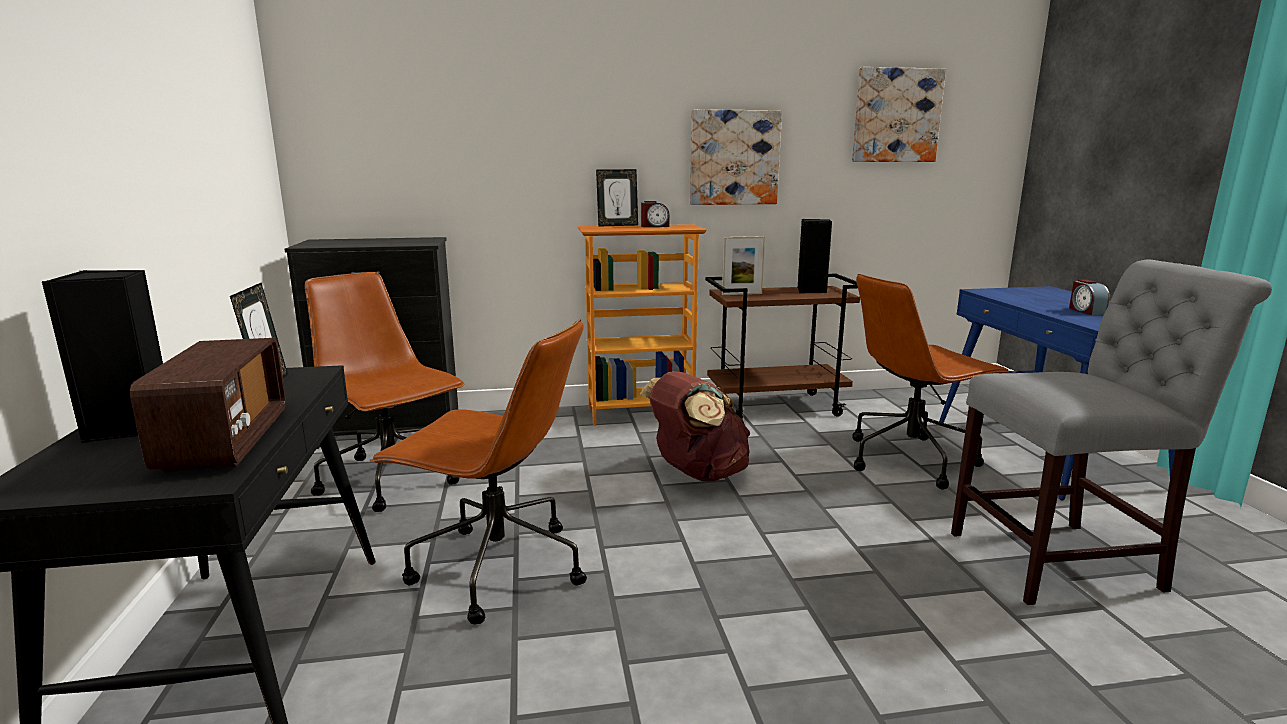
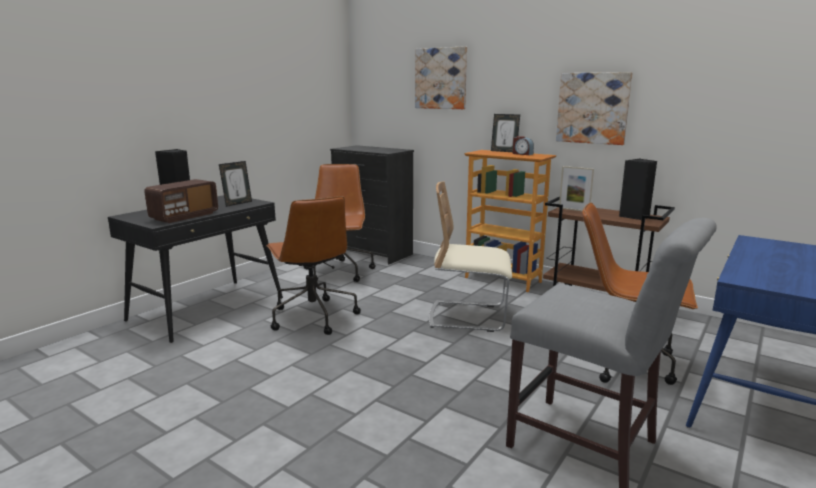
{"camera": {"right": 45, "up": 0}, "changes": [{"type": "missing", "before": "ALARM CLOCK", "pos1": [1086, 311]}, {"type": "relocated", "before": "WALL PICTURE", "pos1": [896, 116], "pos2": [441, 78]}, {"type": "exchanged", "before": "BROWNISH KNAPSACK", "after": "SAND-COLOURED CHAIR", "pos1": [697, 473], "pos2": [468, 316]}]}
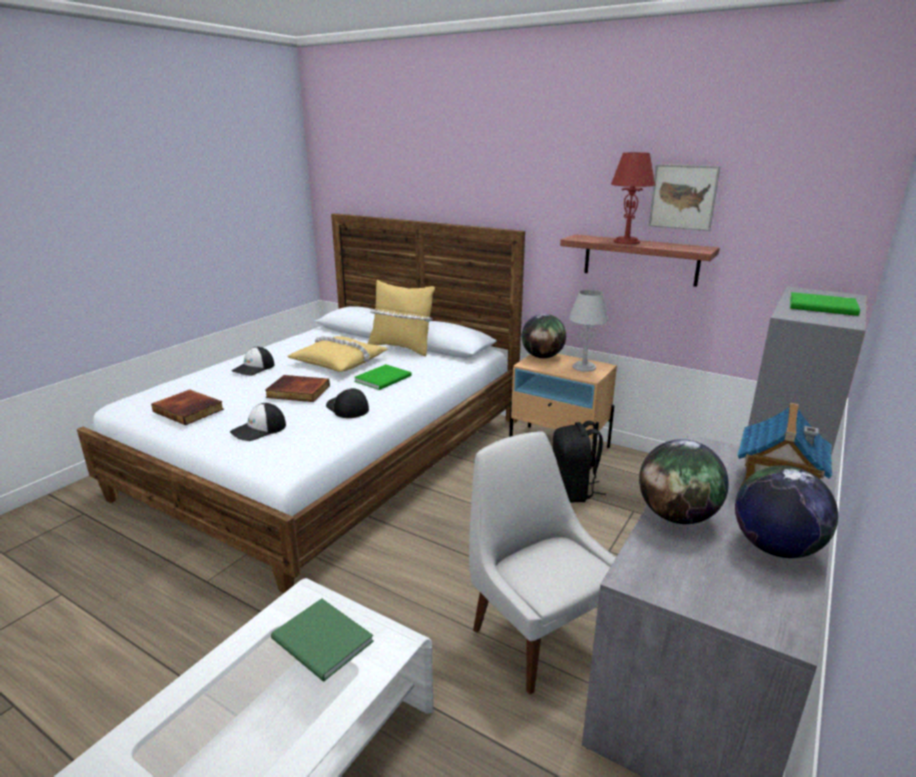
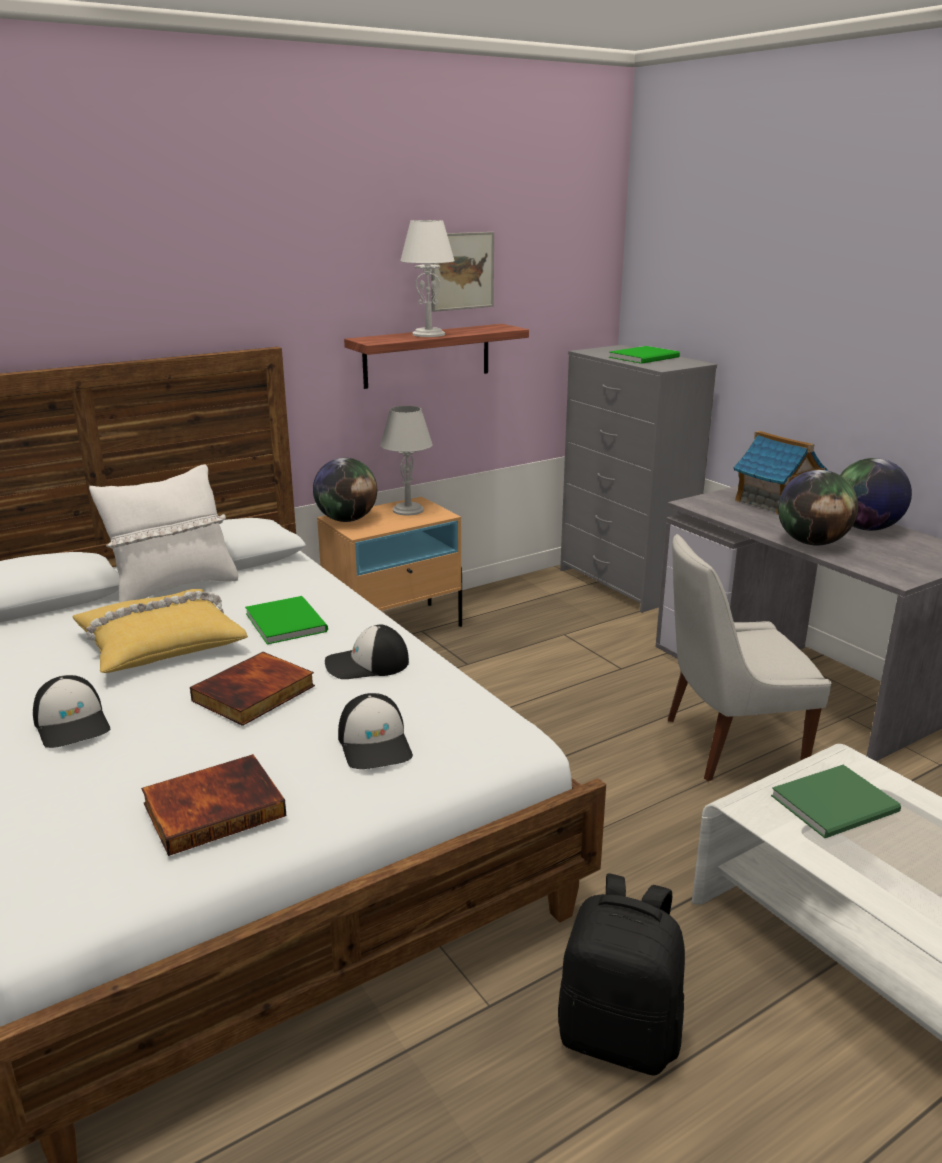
{"camera": {"right": -65, "up": 0}, "changes": [{"type": "relocated", "before": "BLACKISH KNAPSACK", "pos1": [573, 491], "pos2": [619, 1035]}, {"type": "colour", "before": "YELLOW-COLOURED THROW PILLOW", "after": "WHITE THROW PILLOW", "pos1": [401, 348], "pos2": [174, 589]}, {"type": "colour", "before": "RED TABLE LAMP", "after": "WHITE TABLE LAMP", "pos1": [626, 242], "pos2": [428, 334]}]}
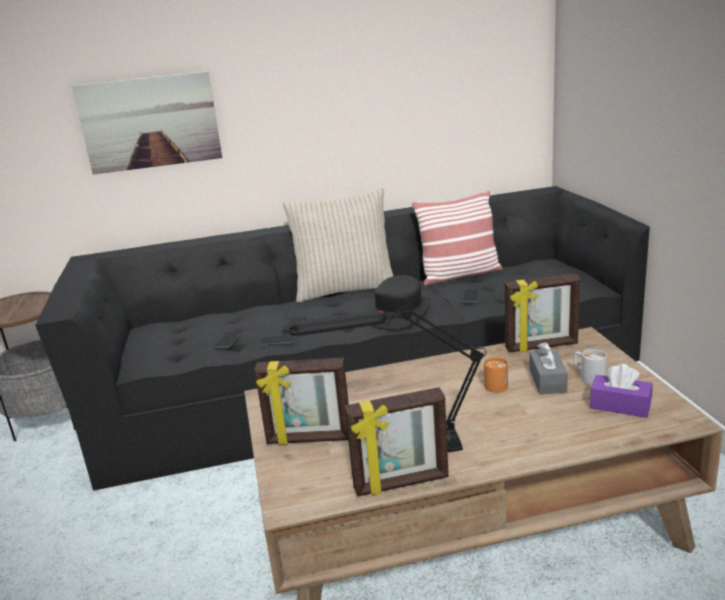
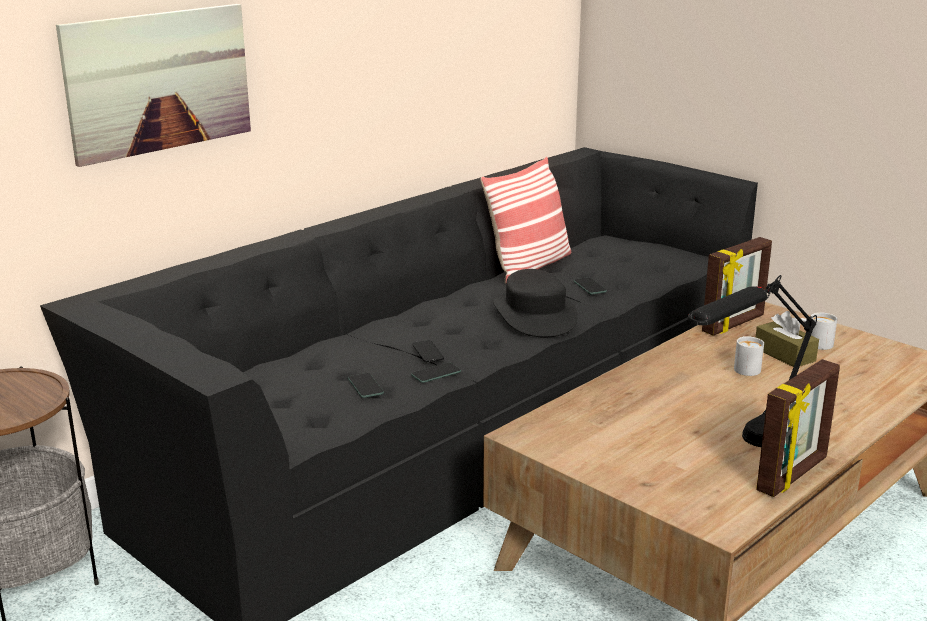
{"camera": {"right": -35, "up": 0}, "changes": [{"type": "missing", "before": "STANDING FRAME", "pos1": [309, 440]}, {"type": "missing", "before": "SAND-COLOURED THROW PILLOW", "pos1": [345, 289]}, {"type": "missing", "before": "PURPLISH TISSUE HOLDER", "pos1": [620, 405]}, {"type": "colour", "before": "ORANGE COFFEE MUG", "after": "WHITE COFFEE MUG", "pos1": [498, 384], "pos2": [745, 367]}, {"type": "colour", "before": "GREYISH TISSUE HOLDER", "after": "BROWNISH TISSUE HOLDER", "pos1": [547, 380], "pos2": [784, 354]}]}
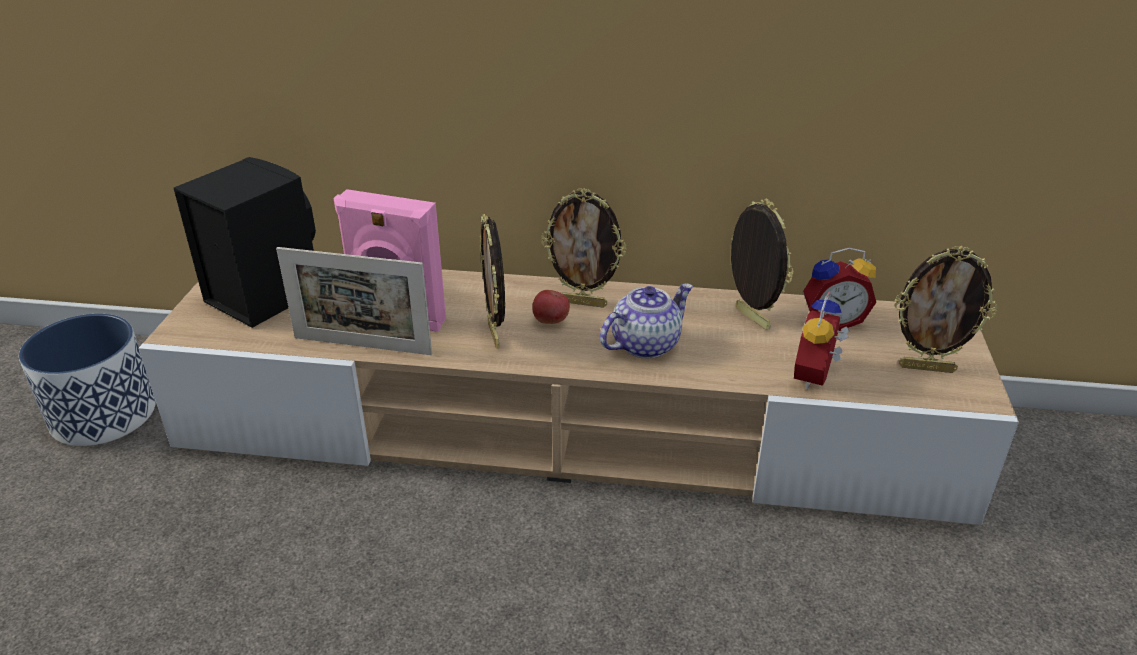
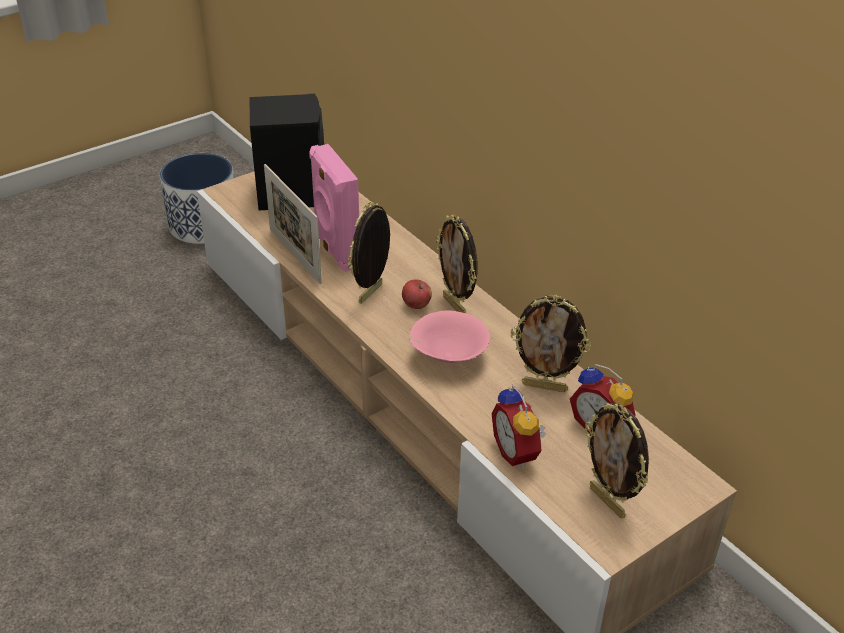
{"camera": {"right": 45, "up": 5}, "changes": [{"type": "exchanged", "before": "POT FOR TEA", "after": "PINK-COLOURED DEEP DISH", "pos1": [645, 344], "pos2": [447, 357]}, {"type": "spun", "before": "STANDING FRAME", "pos1": [750, 319], "pos2": [545, 386], "turn": 90}, {"type": "spun", "before": "ALARM CLOCK", "pos1": [817, 377], "pos2": [518, 452], "turn": -90}]}
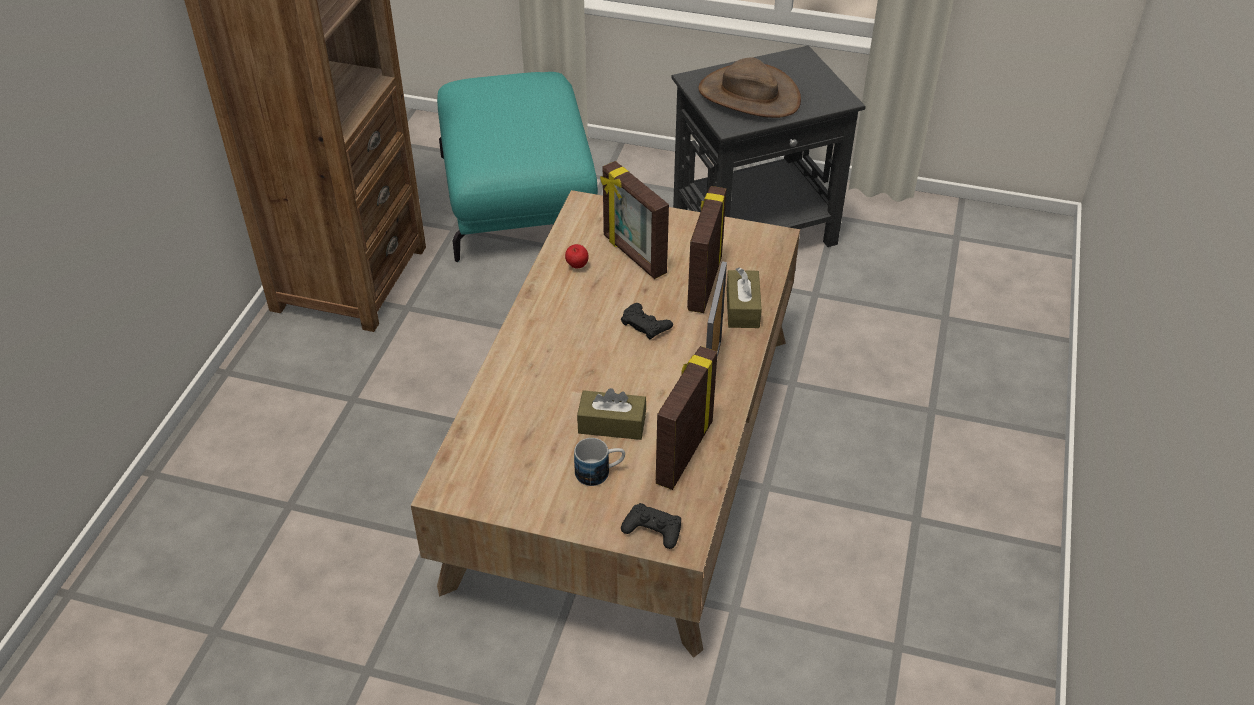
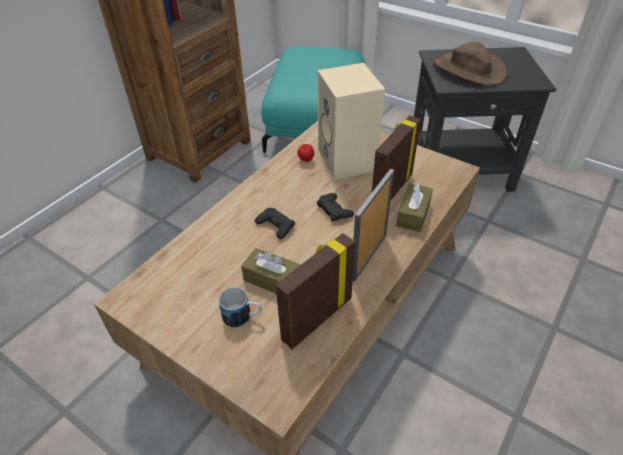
{"camera": {"right": 20, "up": 0}, "changes": [{"type": "relocated", "before": "BLACKISH GAMEPAD", "pos1": [652, 529], "pos2": [275, 226]}, {"type": "exchanged", "before": "STANDING FRAME", "after": "SAND-COLOURED LOUDSPEAKER", "pos1": [633, 255], "pos2": [348, 161]}]}
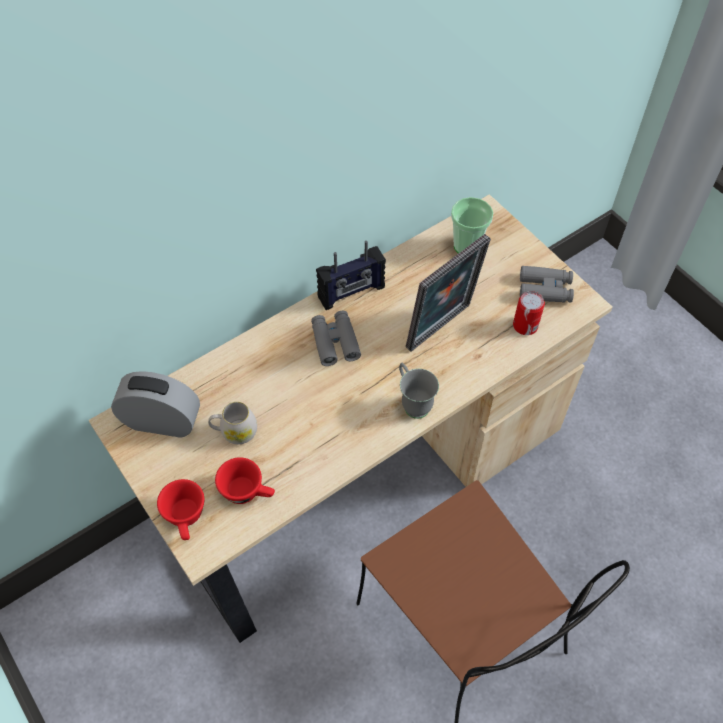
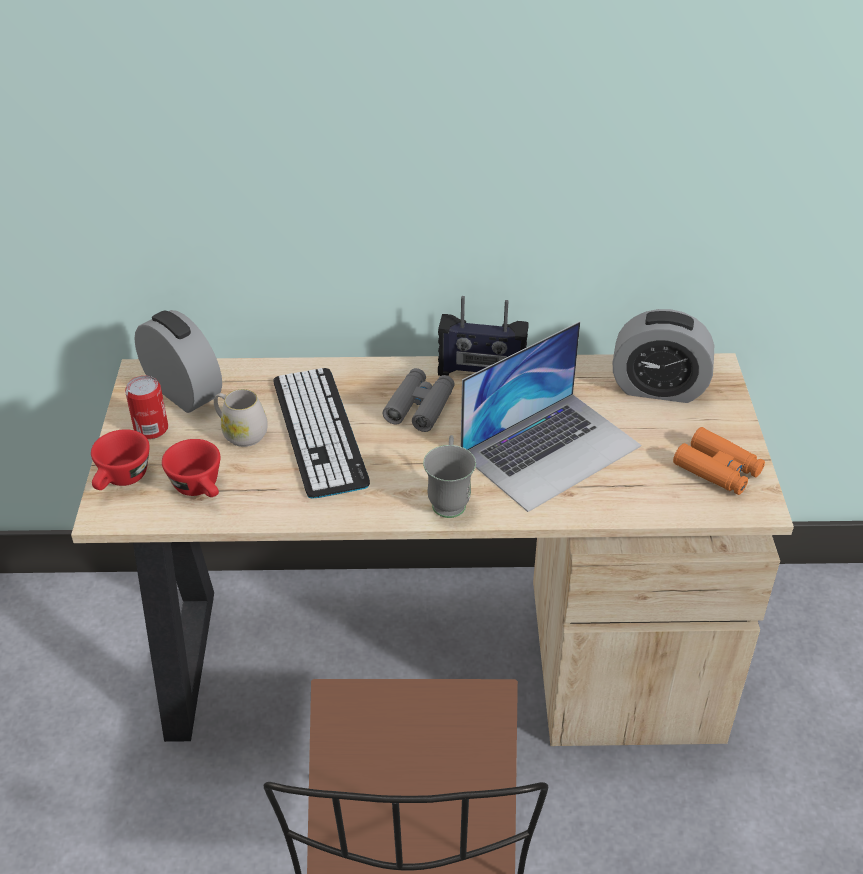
{"camera": {"right": 35, "up": -15}, "changes": [{"type": "appeared", "after": "PC KEYBOARD", "pos2": [319, 431]}, {"type": "relocated", "before": "METAL CAN", "pos1": [525, 325], "pos2": [151, 429]}, {"type": "exchanged", "before": "STANDING FRAME", "after": "PORTABLE COMPUTER", "pos1": [442, 329], "pos2": [551, 449]}, {"type": "exchanged", "before": "DRINKING CUP", "after": "ALARM CLOCK", "pos1": [467, 246], "pos2": [658, 388]}, {"type": "colour", "before": "GREYISH PAIR OF BINOCULARS", "after": "ORANGE PAIR OF BINOCULARS", "pos1": [545, 289], "pos2": [717, 469]}]}
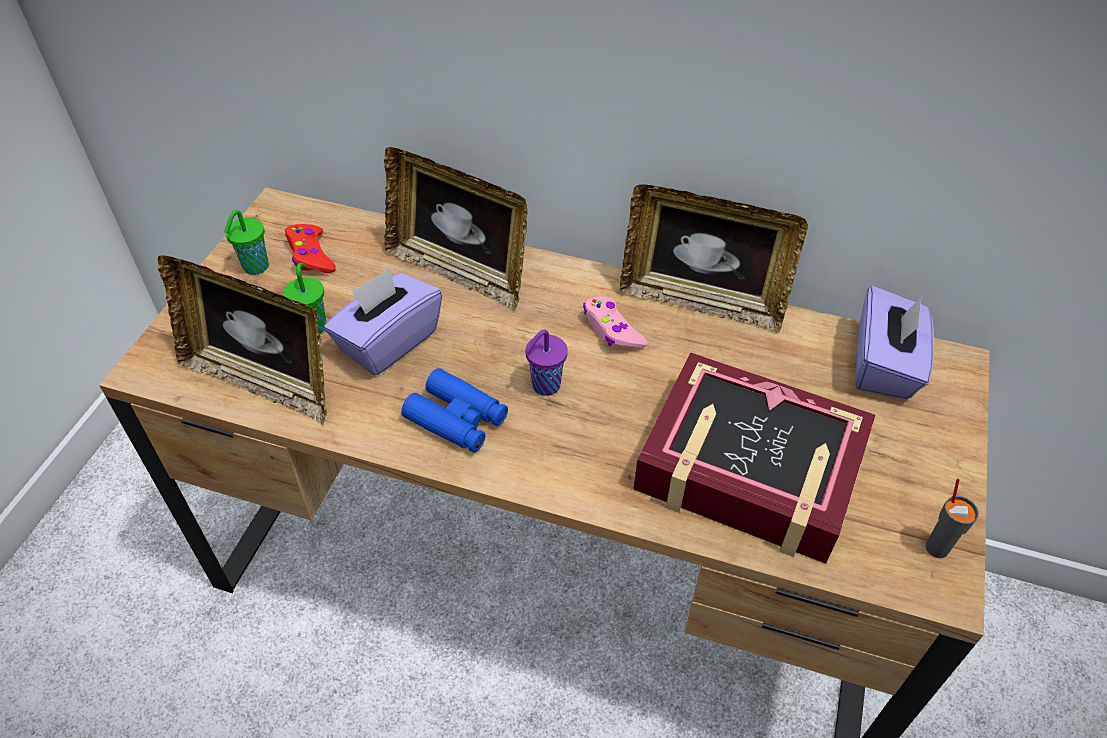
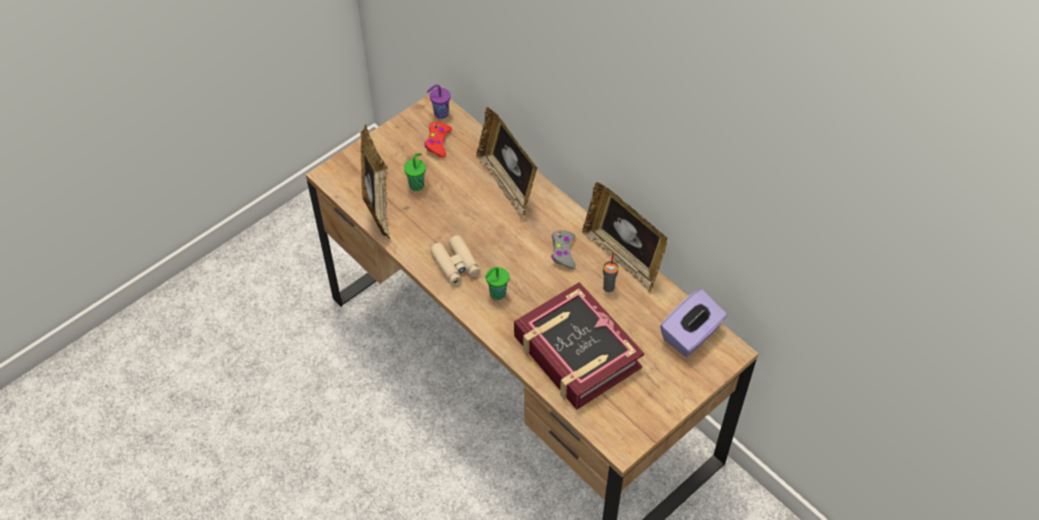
{"camera": {"right": 30, "up": 5}, "changes": [{"type": "missing", "before": "PURPLISH TISSUE HOLDER", "pos1": [388, 342]}, {"type": "relocated", "before": "GREENISH DRINKING CUP", "pos1": [254, 268], "pos2": [496, 294]}, {"type": "relocated", "before": "PURPLISH DRINKING CUP", "pos1": [544, 386], "pos2": [440, 114]}, {"type": "relocated", "before": "GREYISH DRINKING CUP", "pos1": [937, 547], "pos2": [609, 287]}, {"type": "colour", "before": "BLUE-COLOURED PAIR OF BINOCULARS", "after": "SAND-COLOURED PAIR OF BINOCULARS", "pos1": [456, 419], "pos2": [456, 264]}, {"type": "colour", "before": "PINK-COLOURED GAMEPAD", "after": "GREYISH GAMEPAD", "pos1": [612, 330], "pos2": [563, 252]}, {"type": "spun", "before": "STANDING FRAME", "pos1": [262, 381], "pos2": [378, 205], "turn": -150}]}
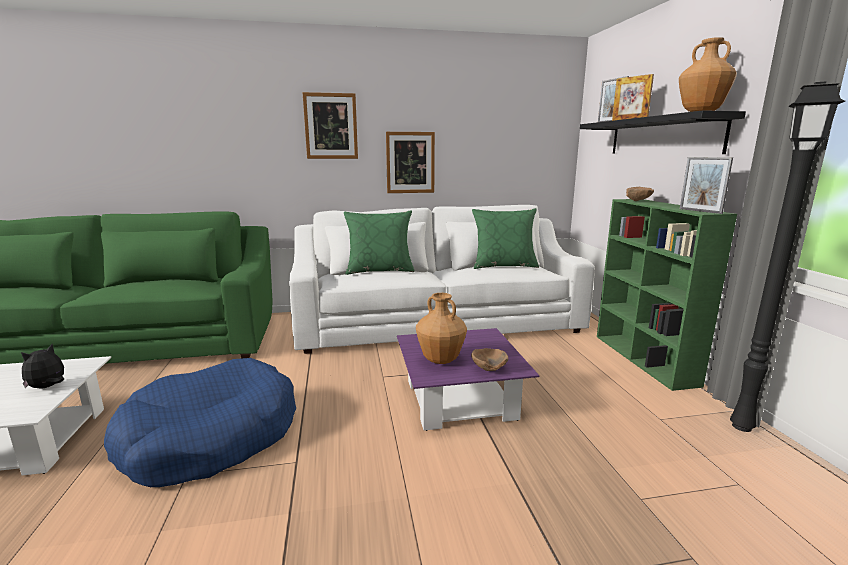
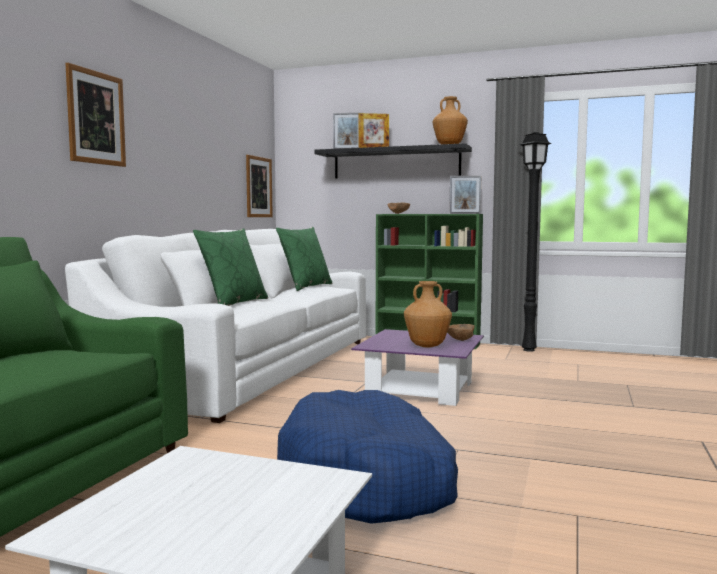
{"camera": {"right": -60, "up": -10}, "changes": [{"type": "missing", "before": "PLUSH TOY", "pos1": [48, 387]}, {"type": "relocated", "before": "WALL PICTURE", "pos1": [410, 162], "pos2": [258, 187]}]}
